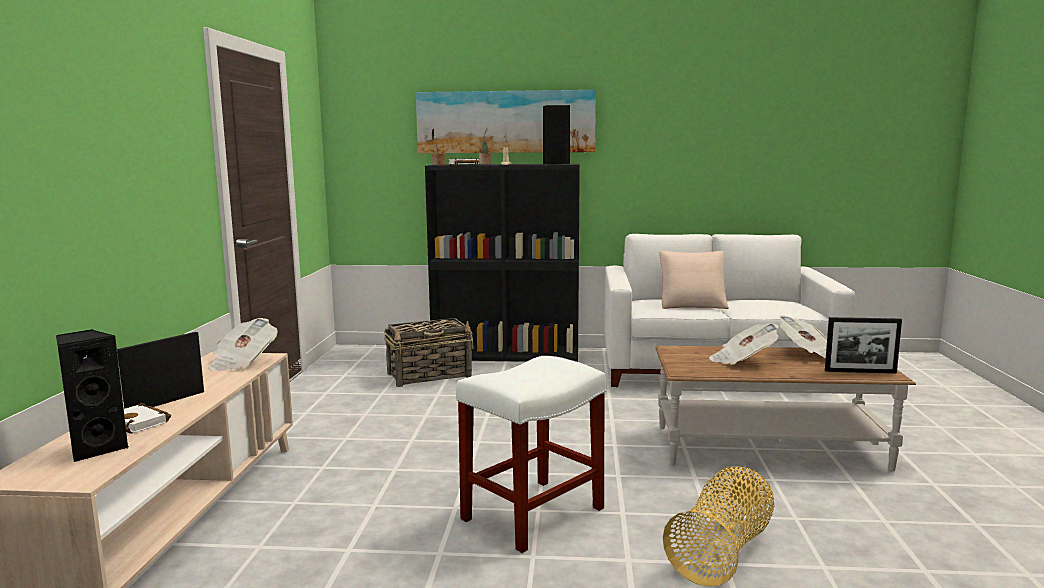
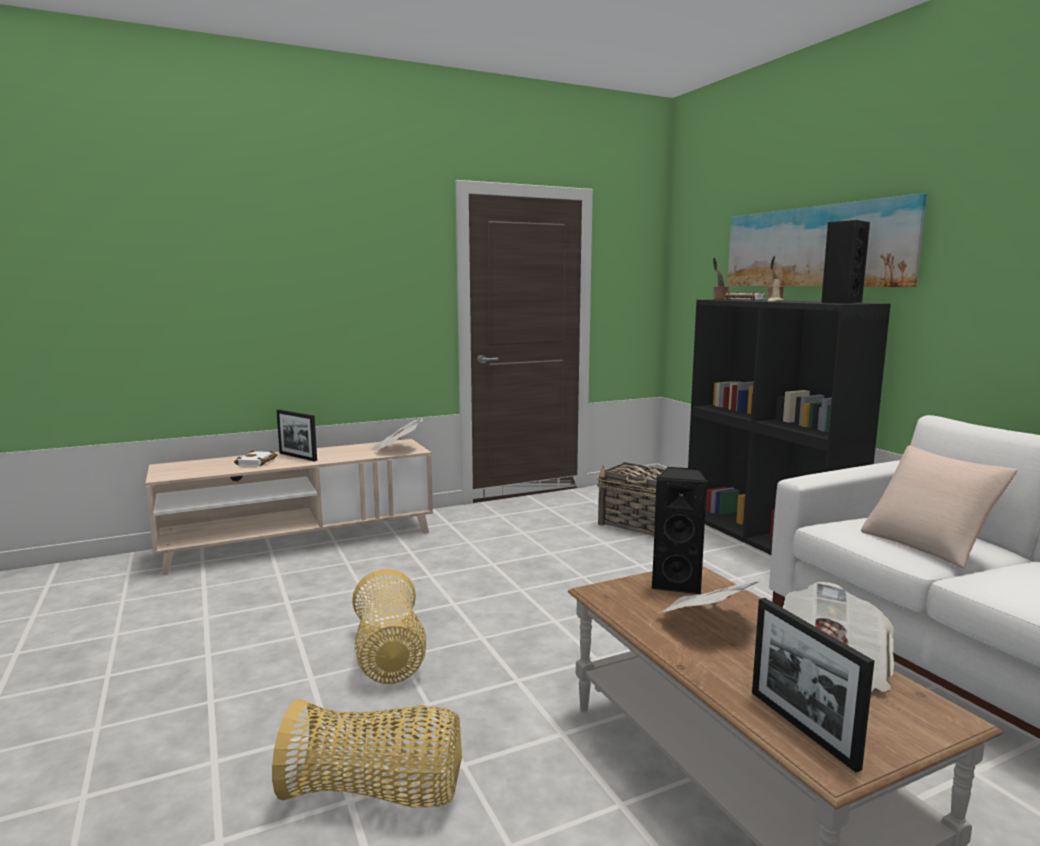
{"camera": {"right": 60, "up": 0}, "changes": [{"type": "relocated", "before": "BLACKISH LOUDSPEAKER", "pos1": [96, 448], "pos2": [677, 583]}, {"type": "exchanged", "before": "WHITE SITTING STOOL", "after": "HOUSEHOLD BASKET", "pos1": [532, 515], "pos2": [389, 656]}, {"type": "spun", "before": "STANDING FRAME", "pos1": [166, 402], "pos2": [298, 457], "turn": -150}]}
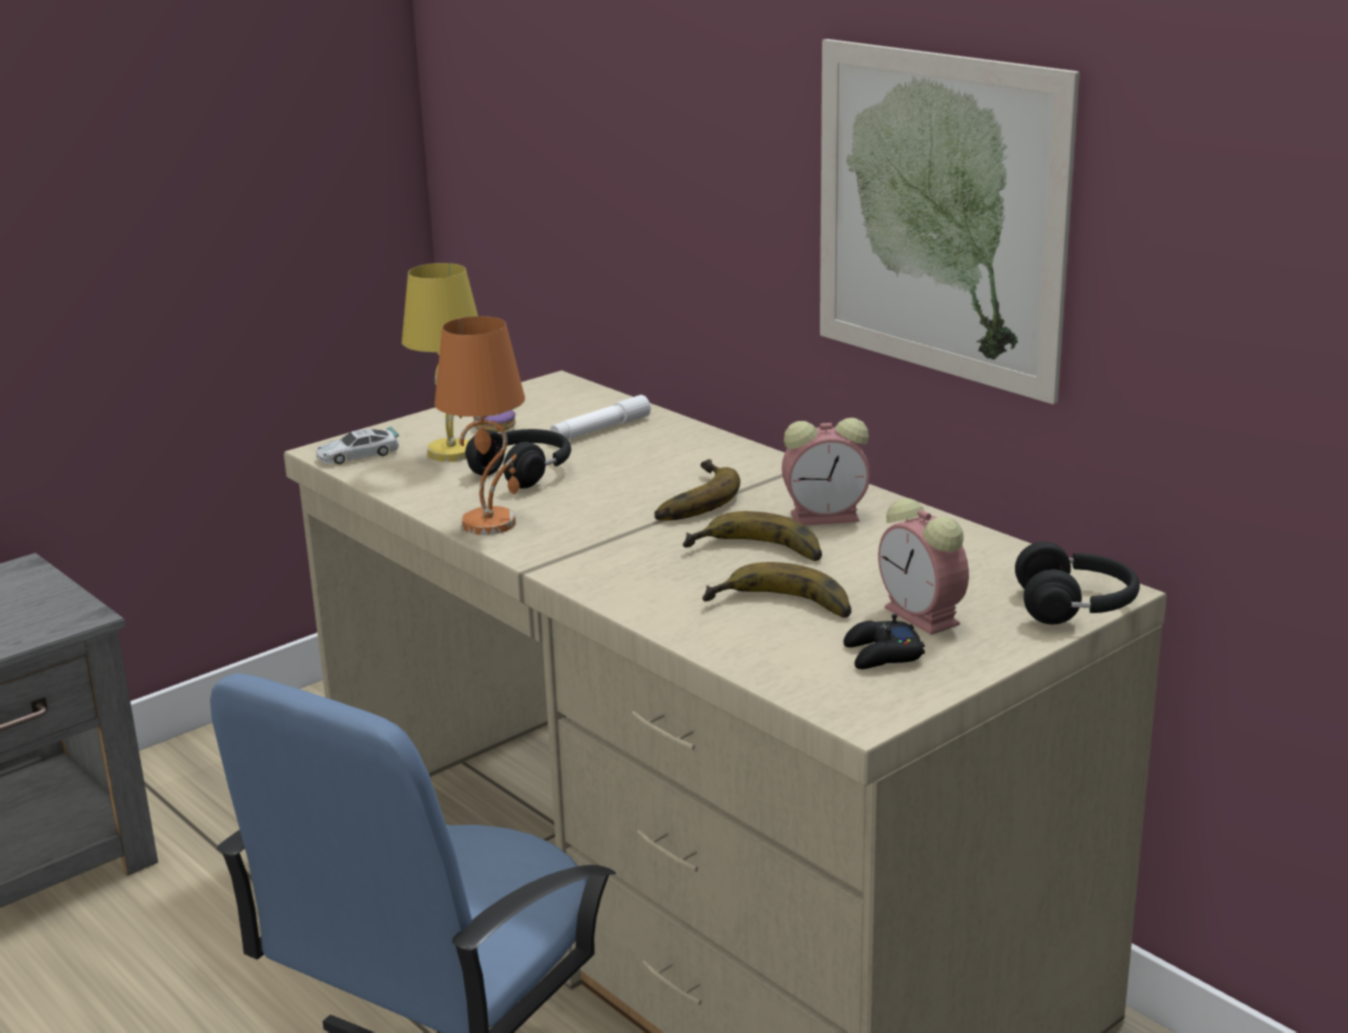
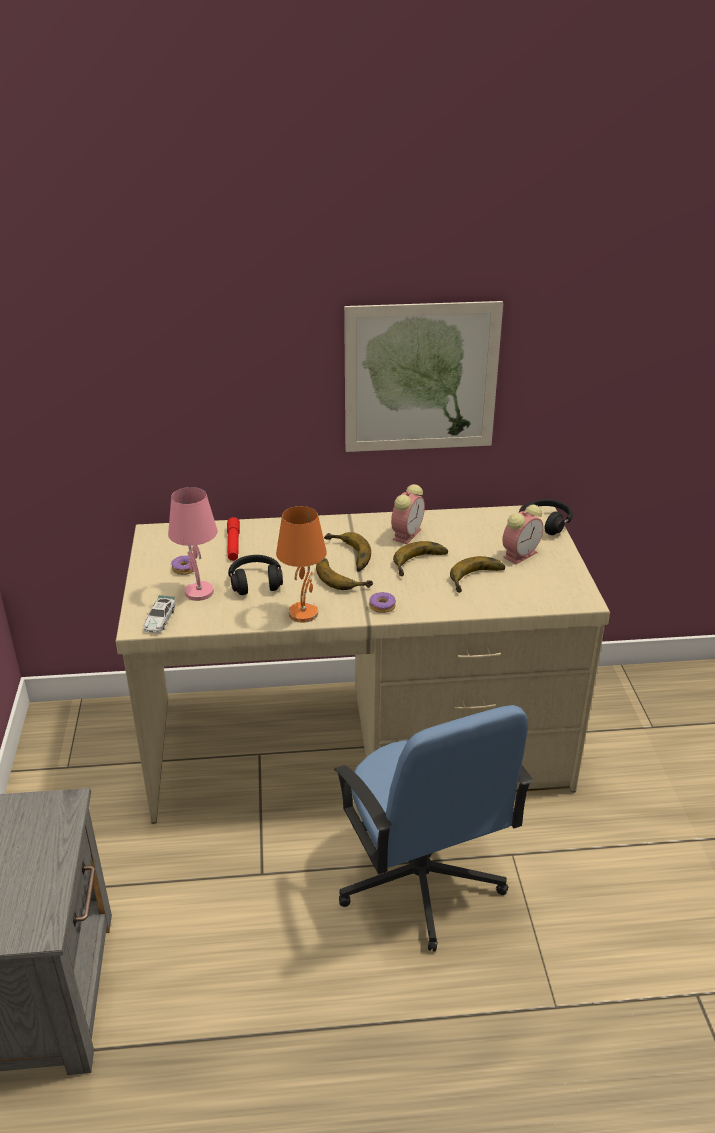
{"camera": {"right": -55, "up": 10}, "changes": [{"type": "missing", "before": "BLACKISH GAMEPAD", "pos1": [882, 654]}, {"type": "appeared", "after": "WHOLE BANANA", "pos2": [343, 576]}, {"type": "appeared", "after": "DONUT", "pos2": [382, 606]}, {"type": "colour", "before": "YELLOW-COLOURED TABLE LAMP", "after": "PINK-COLOURED TABLE LAMP", "pos1": [451, 452], "pos2": [198, 592]}, {"type": "colour", "before": "WHITE HAND TORCH", "after": "RED HAND TORCH", "pos1": [600, 430], "pos2": [233, 544]}, {"type": "spun", "before": "ALARM CLOCK", "pos1": [924, 617], "pos2": [520, 554], "turn": -45}]}
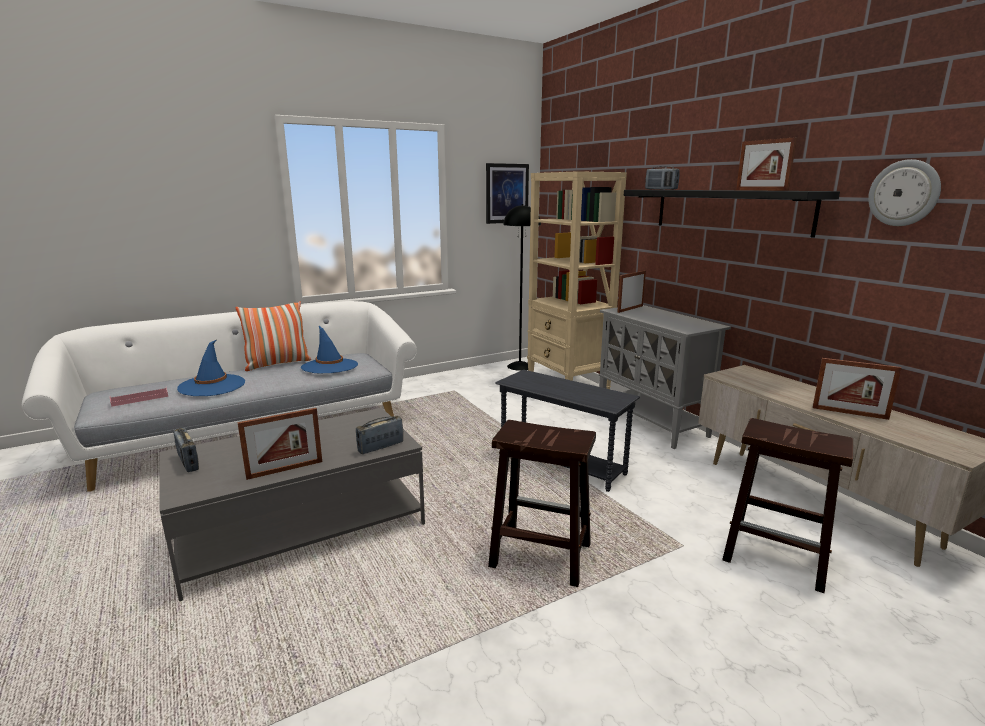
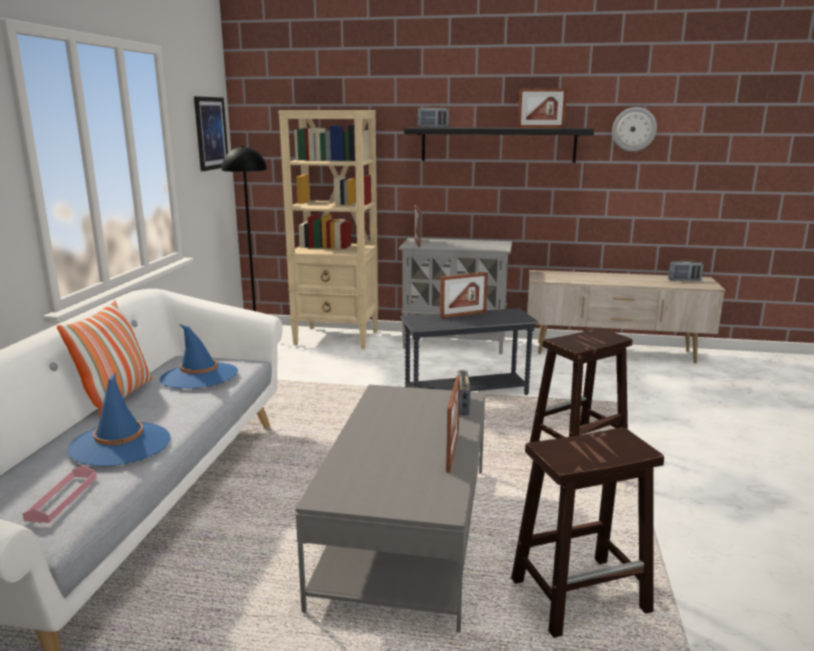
{"camera": {"right": -50, "up": 0}, "changes": [{"type": "relocated", "before": "RADIO SET", "pos1": [188, 462], "pos2": [684, 280]}, {"type": "relocated", "before": "BROWNISH SITTING STOOL", "pos1": [777, 556], "pos2": [581, 594]}, {"type": "relocated", "before": "STANDING FRAME", "pos1": [849, 413], "pos2": [463, 315]}]}
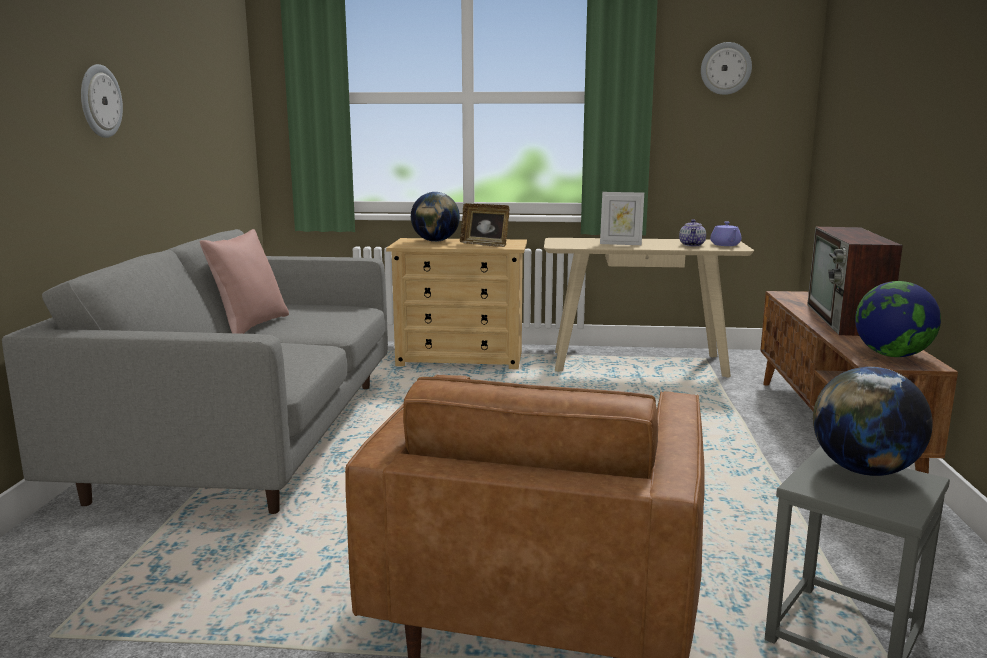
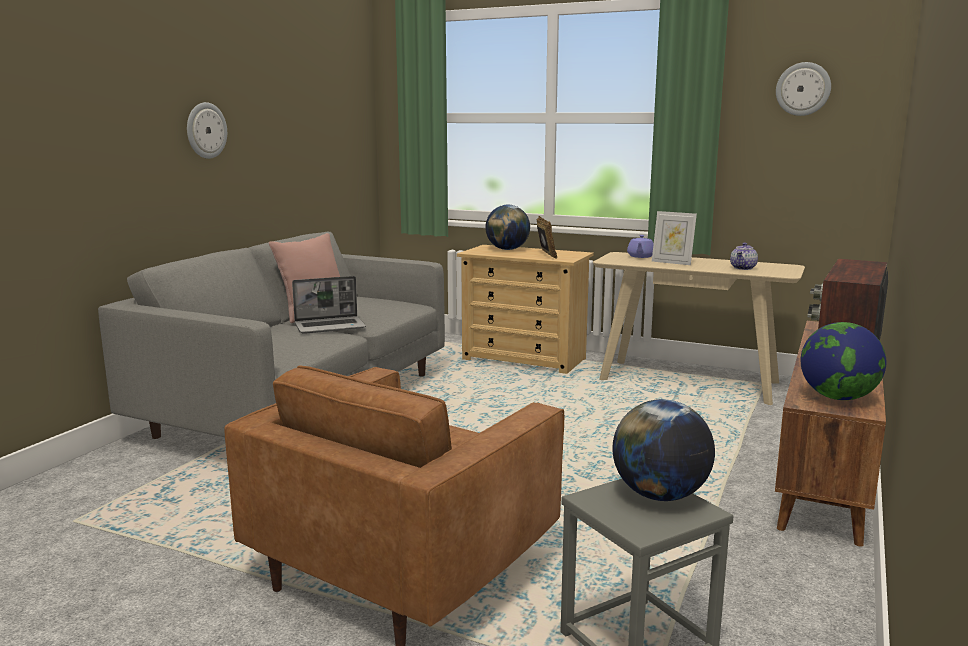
{"camera": {"right": 20, "up": 0}, "changes": [{"type": "appeared", "after": "PORTABLE COMPUTER", "pos2": [330, 326]}, {"type": "relocated", "before": "PURPLISH POT FOR TEA", "pos1": [725, 245], "pos2": [640, 256]}, {"type": "spun", "before": "STANDING FRAME", "pos1": [485, 244], "pos2": [545, 255], "turn": -150}]}
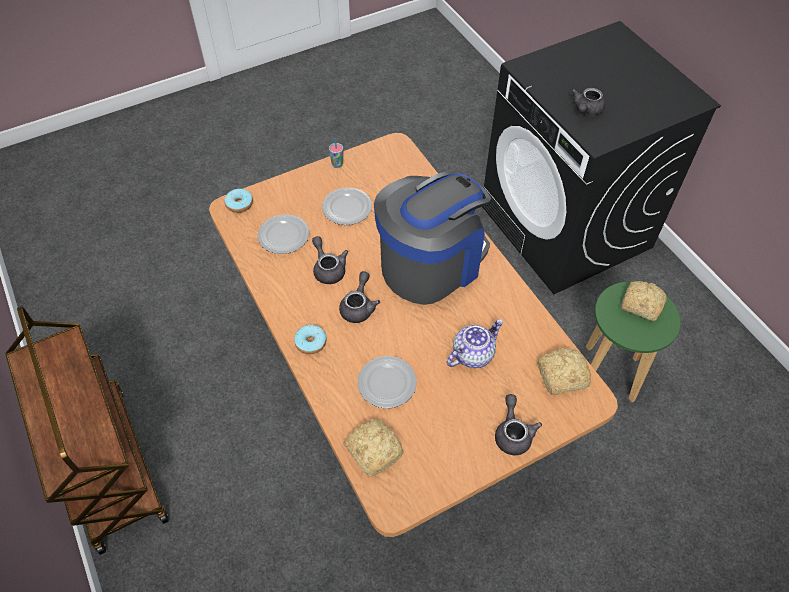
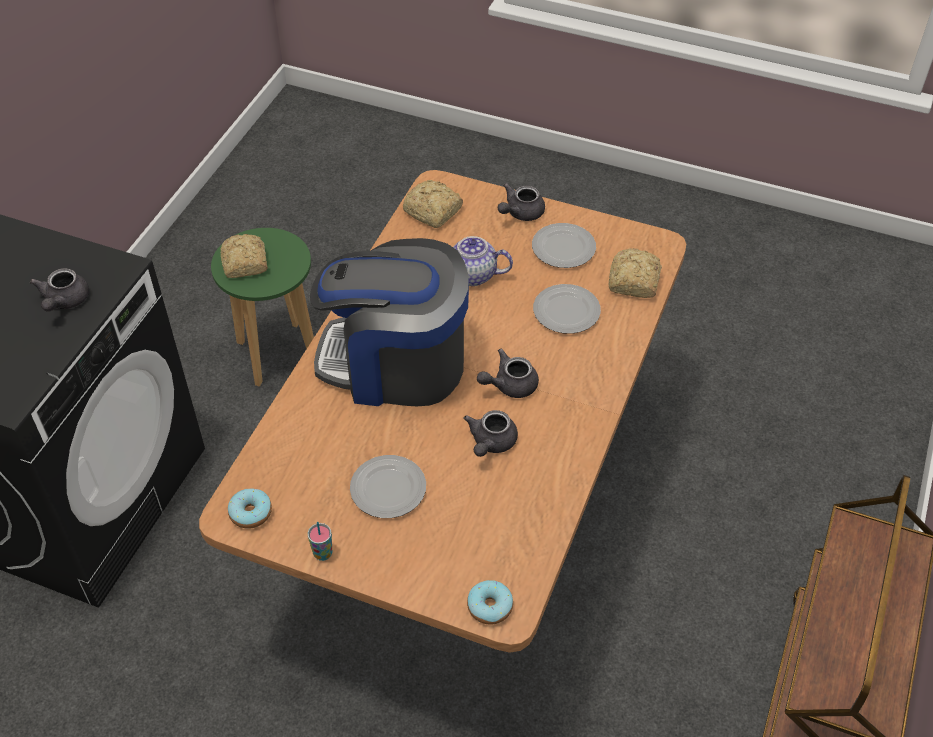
{"camera": {"right": -130, "up": -5}, "changes": [{"type": "relocated", "before": "PLATE", "pos1": [283, 235], "pos2": [563, 249]}, {"type": "relocated", "before": "DONUT", "pos1": [311, 343], "pos2": [250, 513]}, {"type": "spun", "before": "GREYISH POT FOR TEA", "pos1": [586, 110], "pos2": [64, 301], "turn": 105}]}
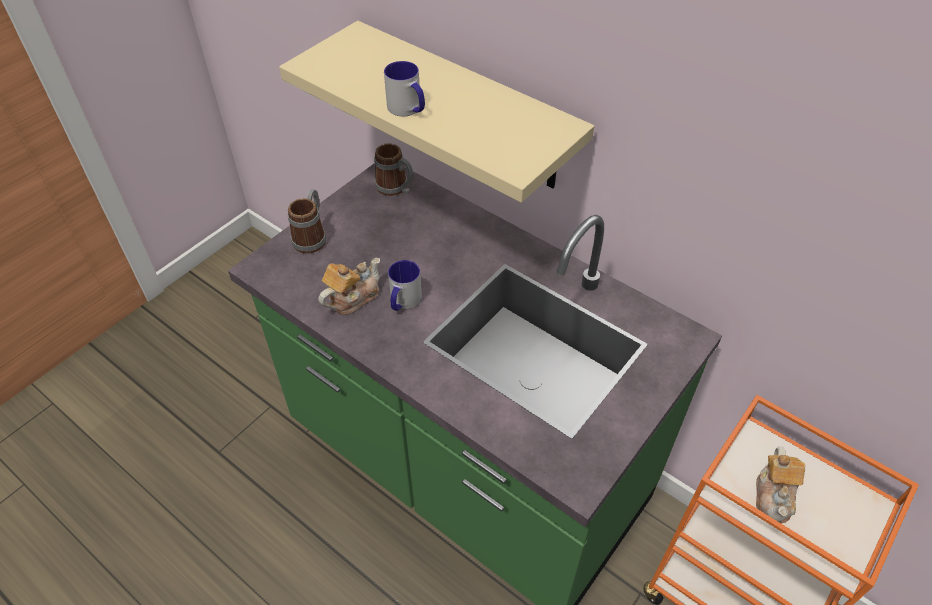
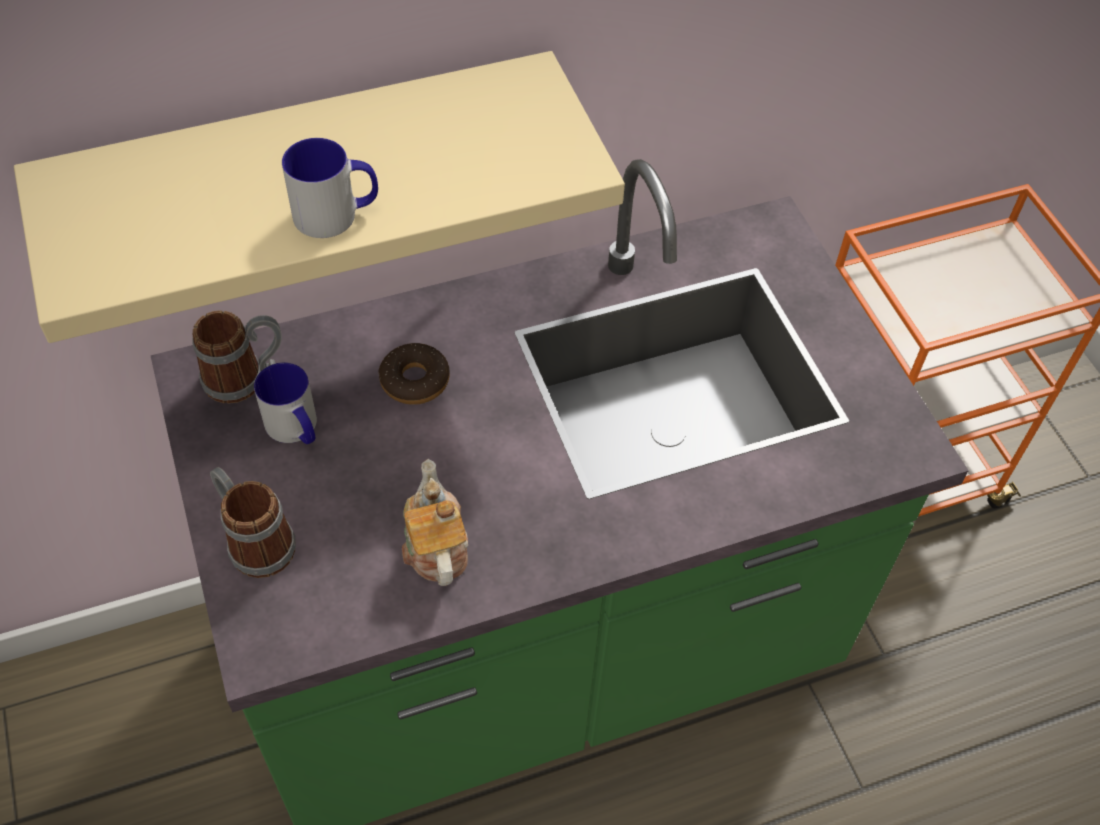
{"camera": {"right": -60, "up": 5}, "changes": [{"type": "missing", "before": "POT FOR TEA", "pos1": [774, 496]}, {"type": "appeared", "after": "DONUT", "pos2": [415, 381]}, {"type": "relocated", "before": "COFFEE MUG", "pos1": [403, 302], "pos2": [296, 429]}]}
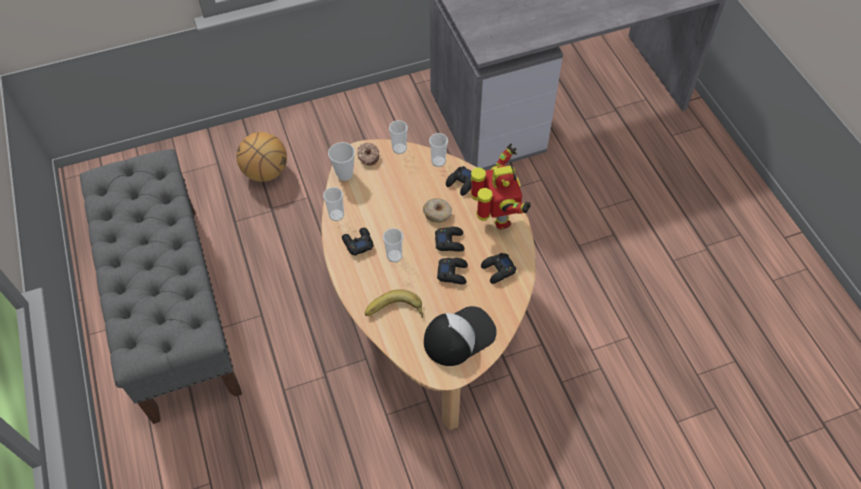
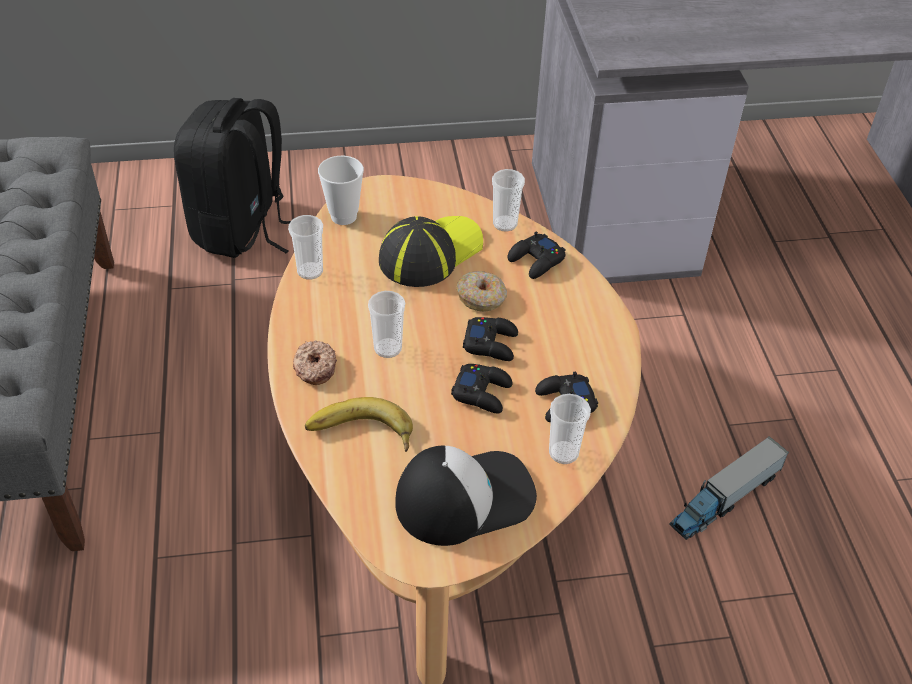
{"camera": {"right": 10, "up": -10}, "changes": [{"type": "missing", "before": "BLACKISH GAMEPAD", "pos1": [357, 243]}, {"type": "missing", "before": "ROBOT FIGURE", "pos1": [497, 219]}, {"type": "appeared", "after": "BASEBALL CAP", "pos2": [430, 253]}, {"type": "appeared", "after": "TOY TRUCK", "pos2": [725, 499]}, {"type": "relocated", "before": "DONUT", "pos1": [368, 157], "pos2": [314, 368]}, {"type": "relocated", "before": "DRINKING CUP", "pos1": [399, 149], "pos2": [563, 453]}, {"type": "exchanged", "before": "BASKETBALL", "after": "BLACKISH KNAPSACK", "pos1": [266, 172], "pos2": [242, 229]}]}
